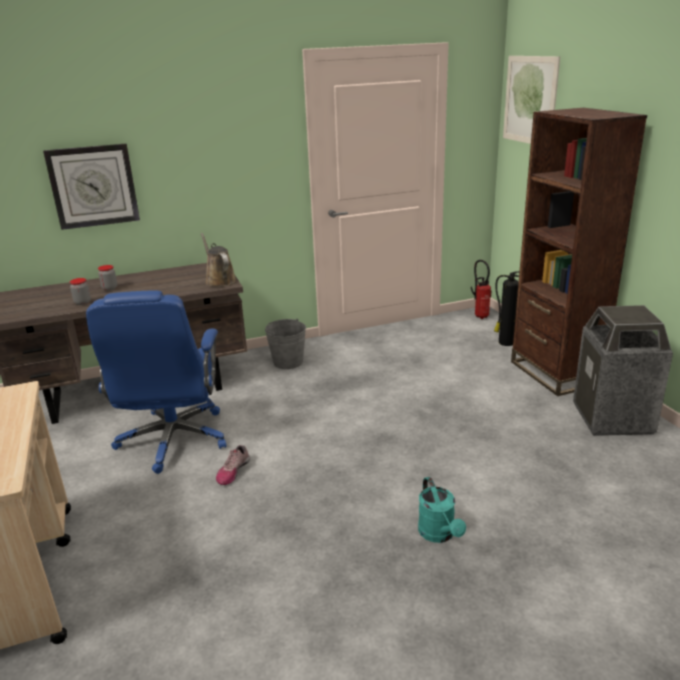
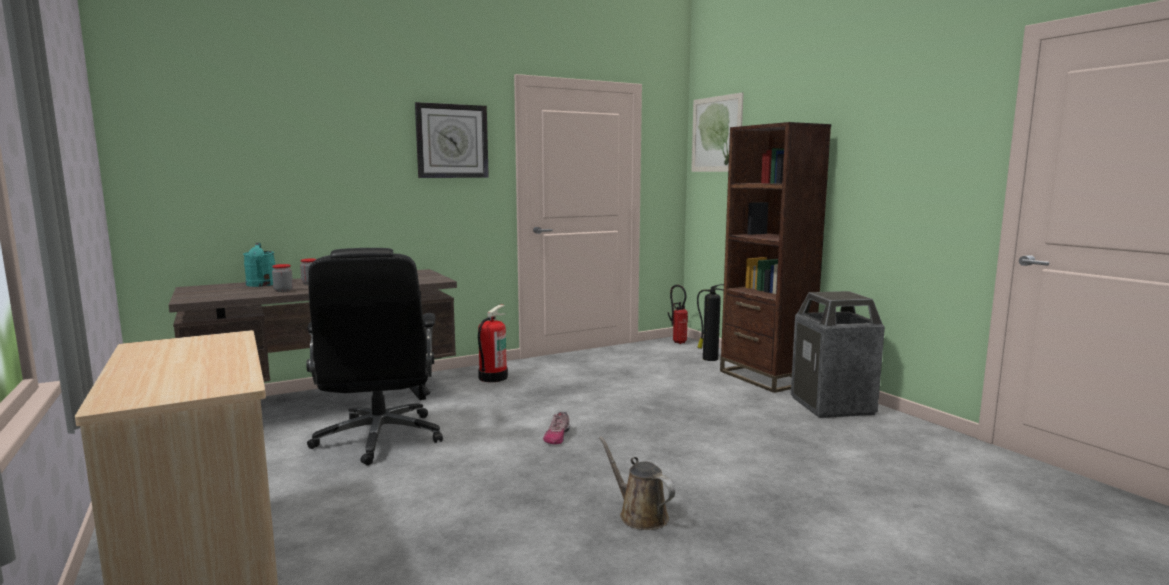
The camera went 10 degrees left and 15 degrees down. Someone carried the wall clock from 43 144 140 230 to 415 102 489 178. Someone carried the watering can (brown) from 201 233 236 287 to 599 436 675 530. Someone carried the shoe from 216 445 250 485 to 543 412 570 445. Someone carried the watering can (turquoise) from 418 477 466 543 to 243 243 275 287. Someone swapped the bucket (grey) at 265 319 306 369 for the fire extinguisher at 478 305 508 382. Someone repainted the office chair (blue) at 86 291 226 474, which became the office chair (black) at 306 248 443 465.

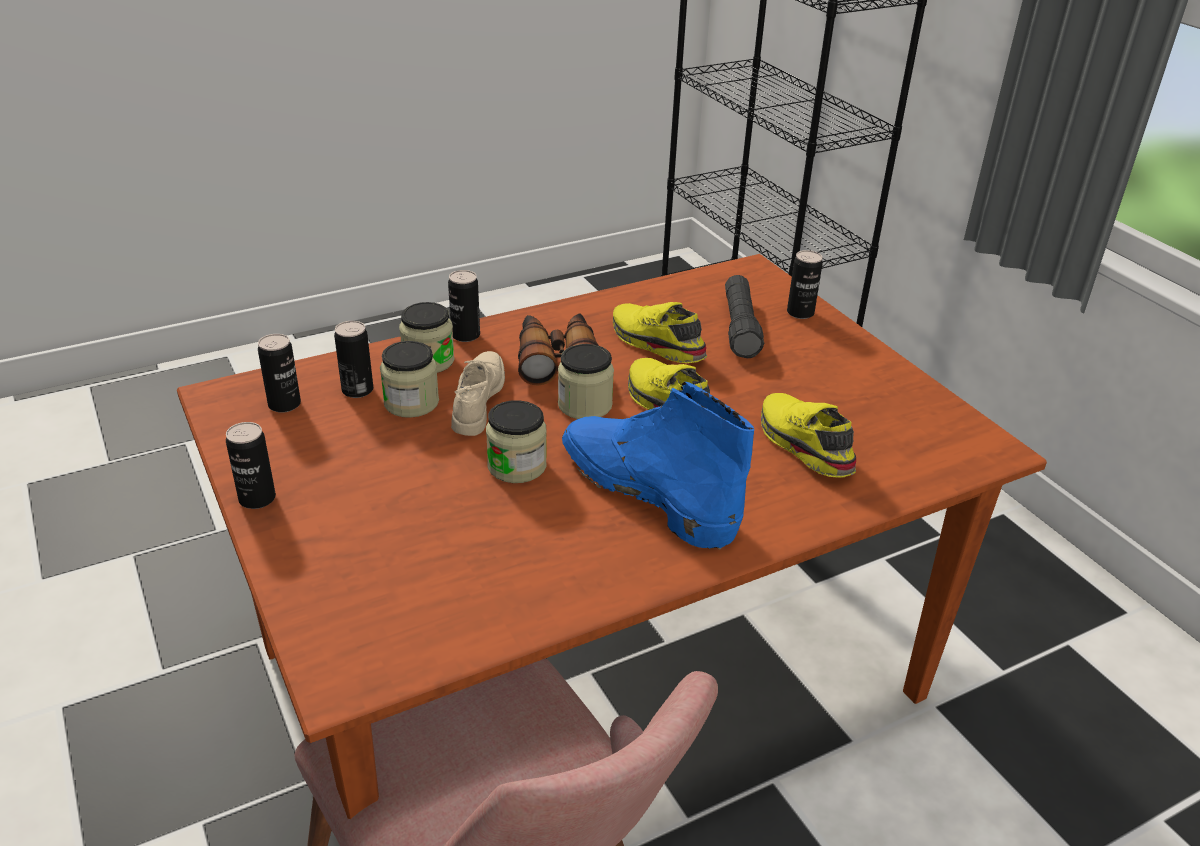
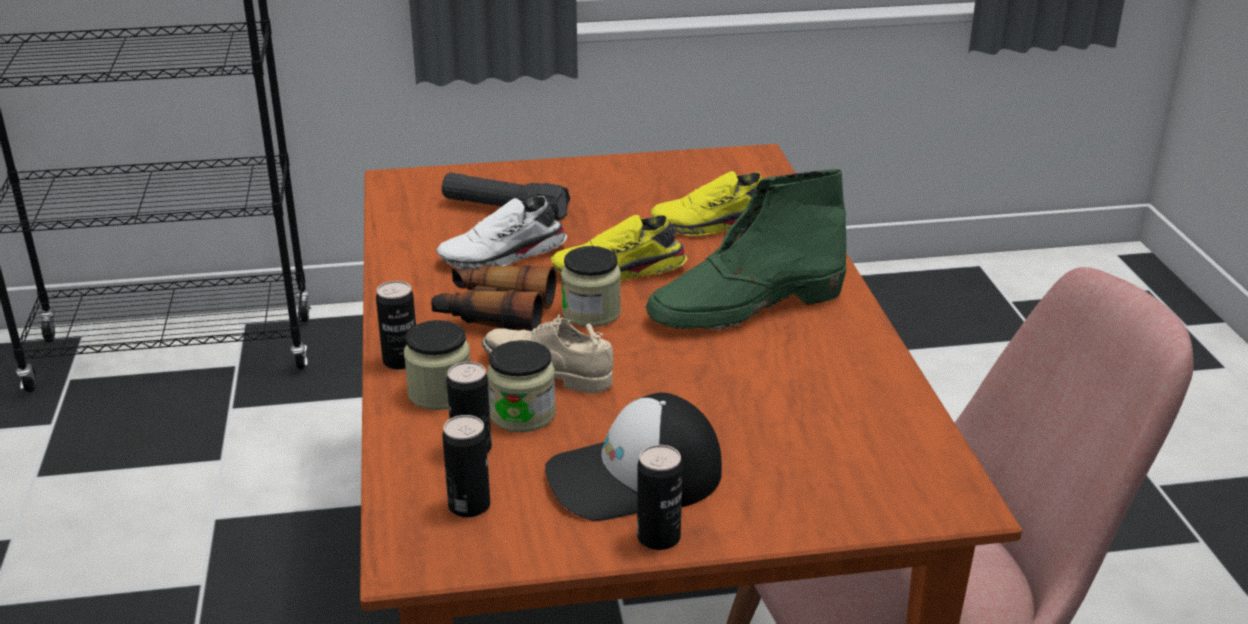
The camera went 70 degrees left and 5 degrees down. Someone took away the jar at 486 400 547 483. Someone took away the can at 787 250 823 319. Someone put down the cap at 545 393 722 521. Someone repainted the boot (blue) at 562 382 754 550, which became the boot (green) at 646 169 847 330. Someone repainted the shoe (yellow) at 613 302 707 363, which became the shoe (white) at 436 196 567 270.

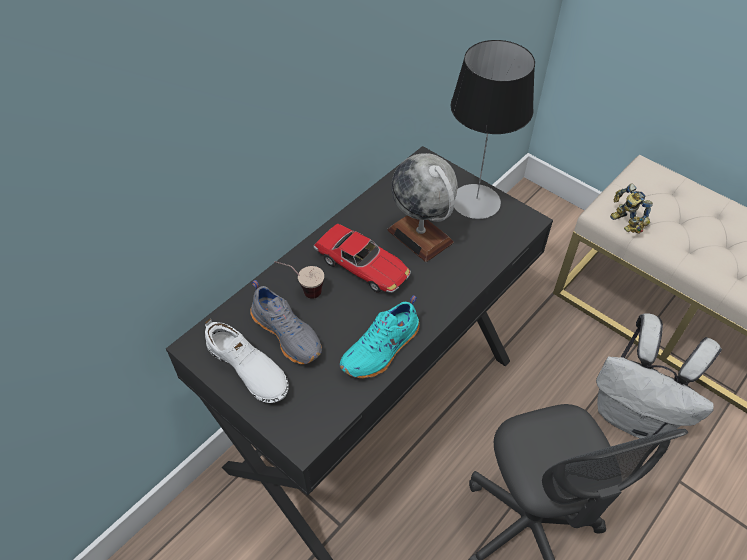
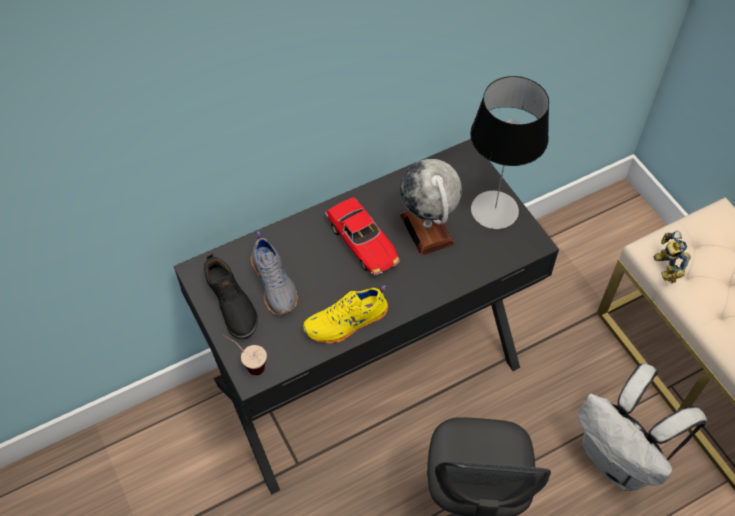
The camera went 20 degrees right and 5 degrees up. Someone carried the cup from 275 261 324 299 to 222 334 267 375. Someone repainted the shoe (white) at 205 319 289 403, which became the shoe (black) at 204 253 258 339. Someone repainted the shoe (turquoise) at 340 295 419 379, which became the shoe (yellow) at 303 285 388 344.

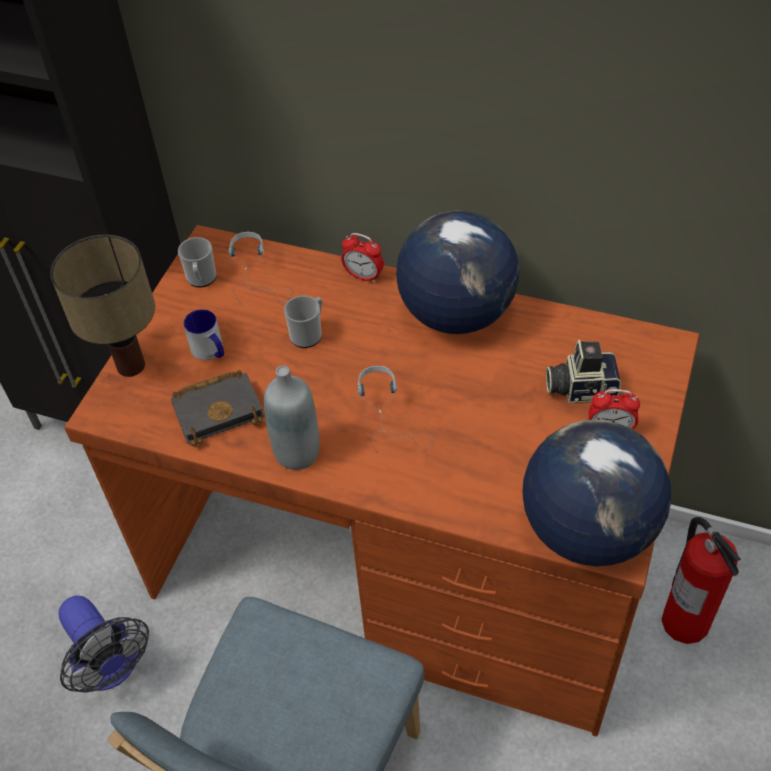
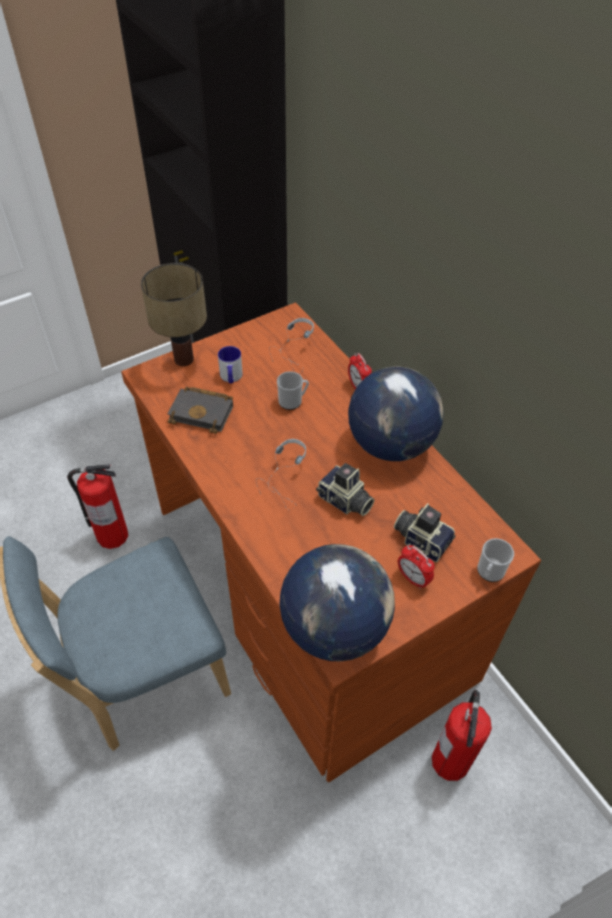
The camera went 35 degrees right and 0 degrees up. Someone took away the bottle (grey) at 264 365 319 470. Someone put down the photo camera at 316 463 375 516. Someone carried the mug from 178 237 217 288 to 477 538 514 582. Someone swapped the fan at 59 595 149 693 for the fire extinguisher at 67 464 128 549.

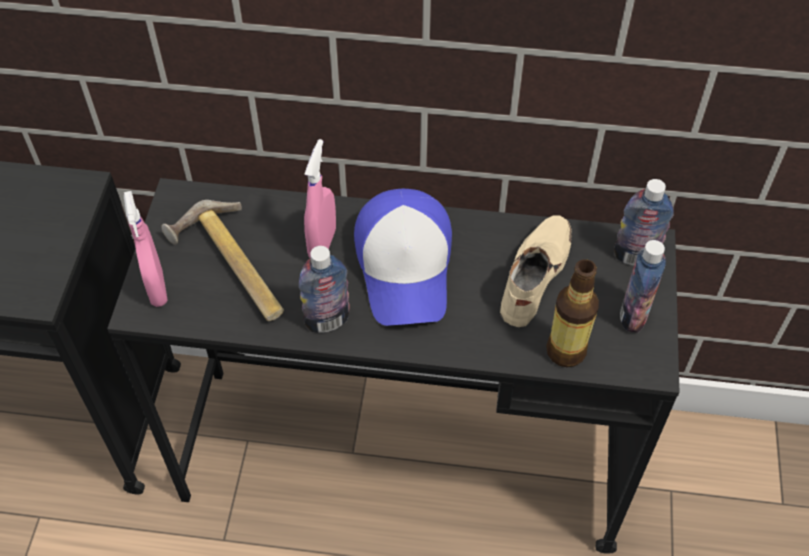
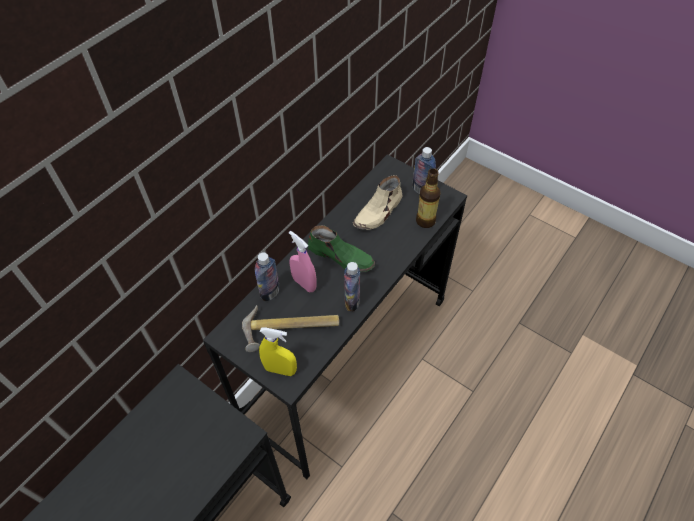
The camera went 60 degrees left and 0 degrees up. Someone carried the bottle from 614 179 674 266 to 255 252 280 302. Someone swapped the cap at 354 189 452 326 for the shoe (green) at 308 225 375 272. Someone repainted the spray bottle (pink) at 124 191 168 307, which became the spray bottle (yellow) at 259 327 297 376. Someone rotated the shoe (beige) at 500 216 572 327 by 105 degrees counterclockwise.

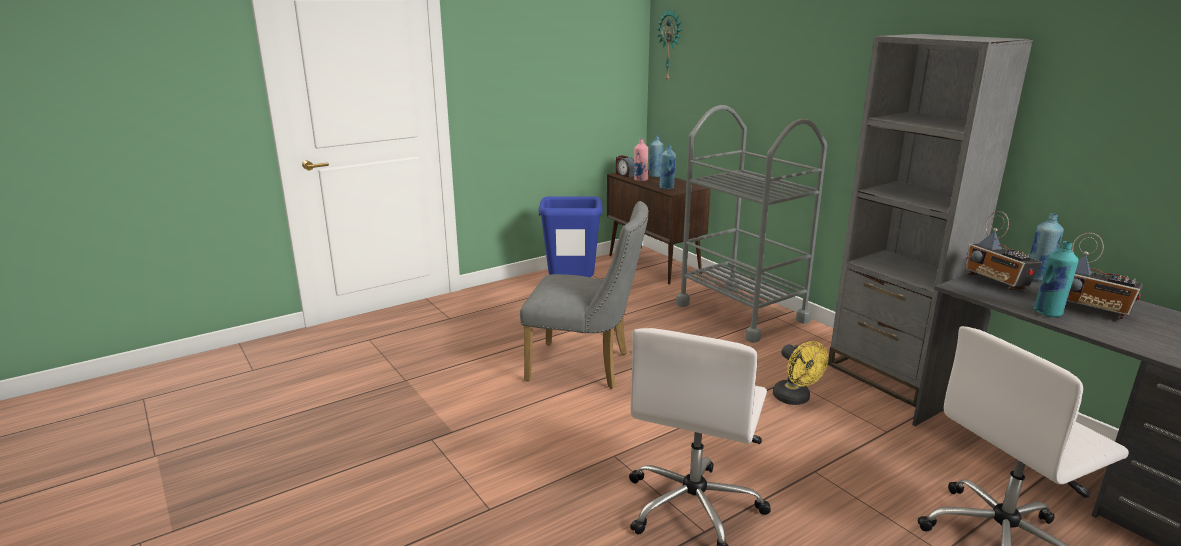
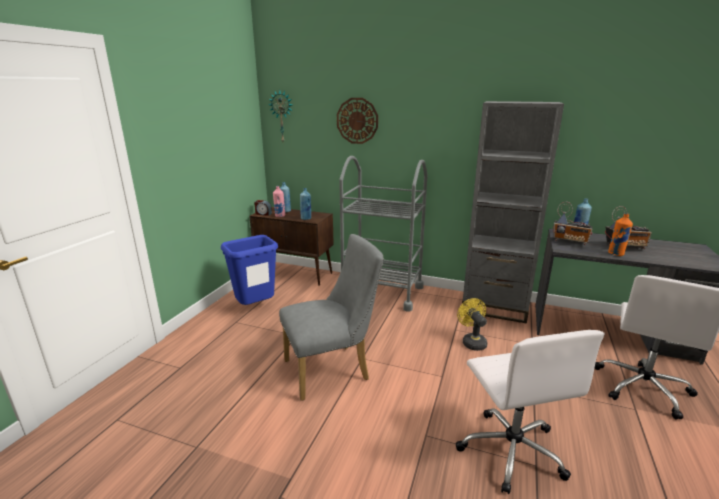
The camera went 35 degrees left and 0 degrees up. Someone put up the wall clock at 337 98 378 144. Someone repainted the bottle (turquoise) at 1033 241 1079 317, which became the bottle (orange) at 608 213 633 256. Someone rotated the fan (yellow) at 773 341 828 405 by 135 degrees counterclockwise.

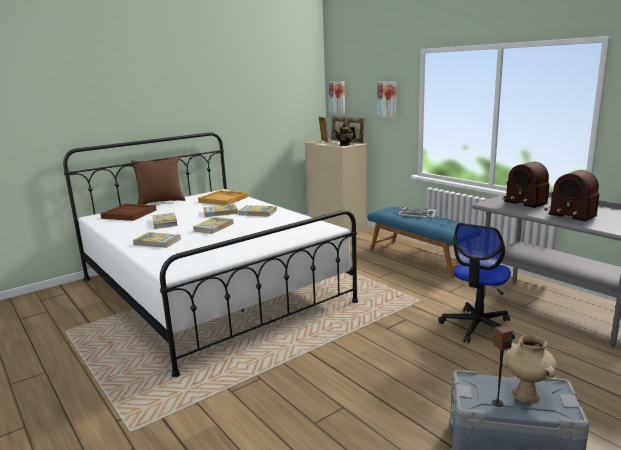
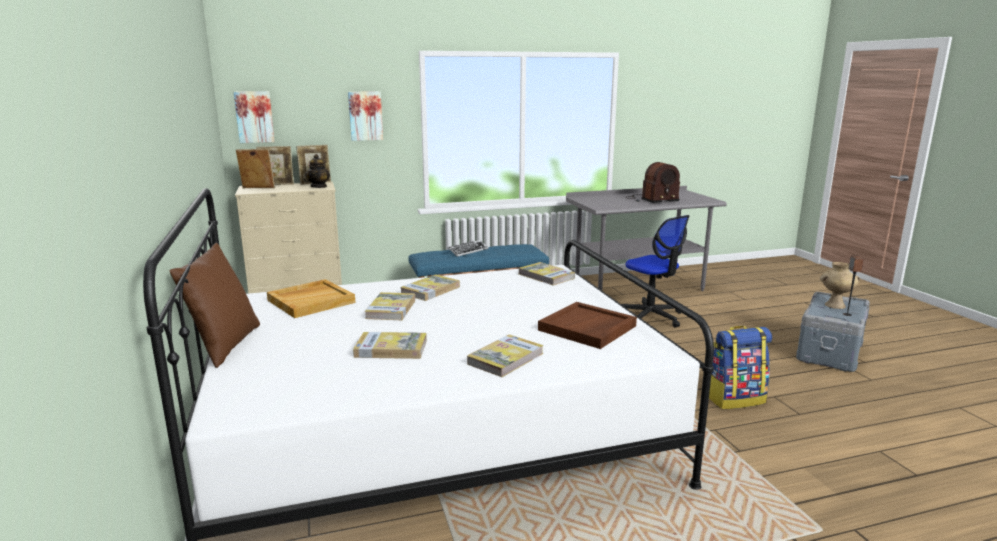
The camera went 70 degrees left and 0 degrees up. Someone took away the radio at 503 162 549 208. Someone put down the backpack at 709 326 772 409. Someone carried the tray (brown) from 101 204 157 221 to 538 302 637 349. Someone carried the book from 193 217 234 234 to 519 262 575 285.

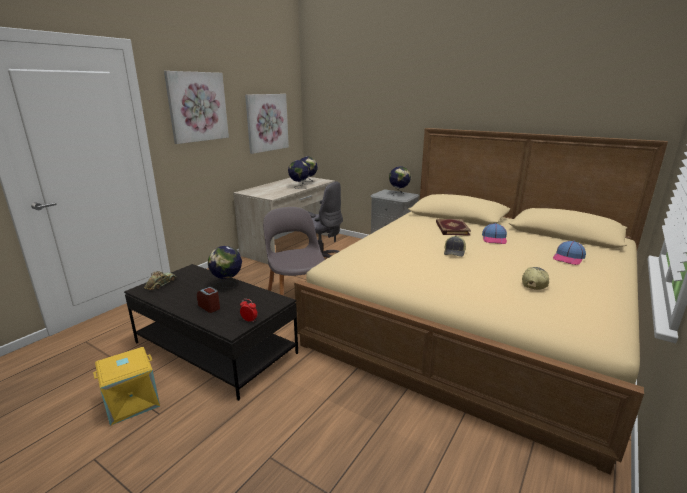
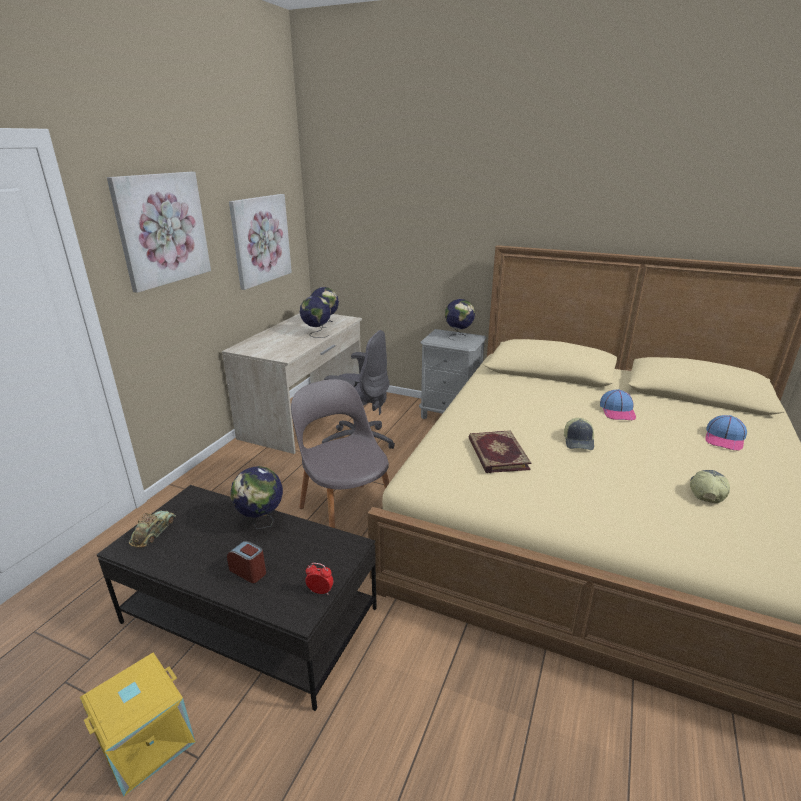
The camera went 10 degrees left and 5 degrees up. Someone carried the book from 436 219 471 236 to 469 430 531 473.

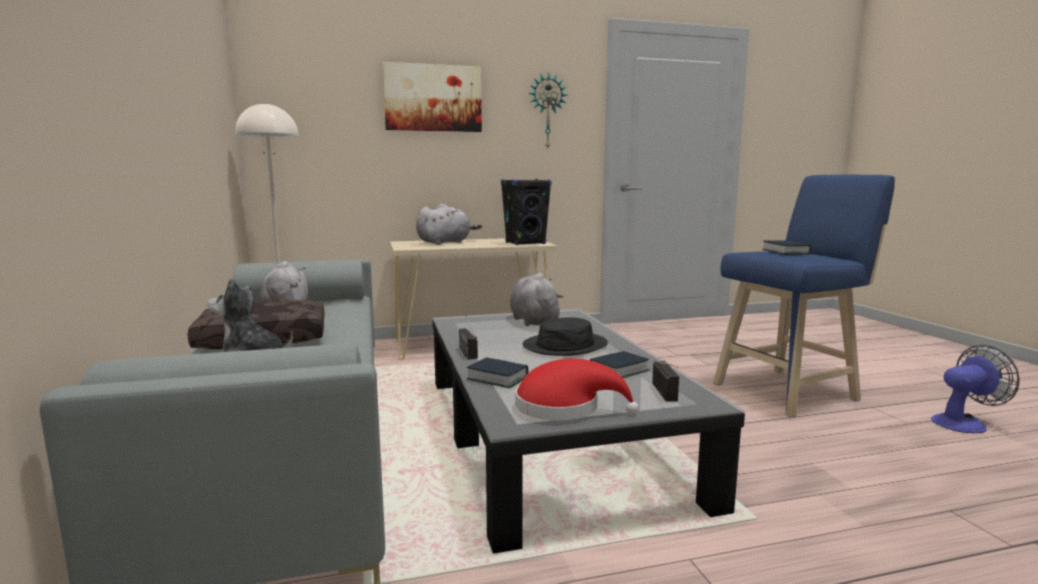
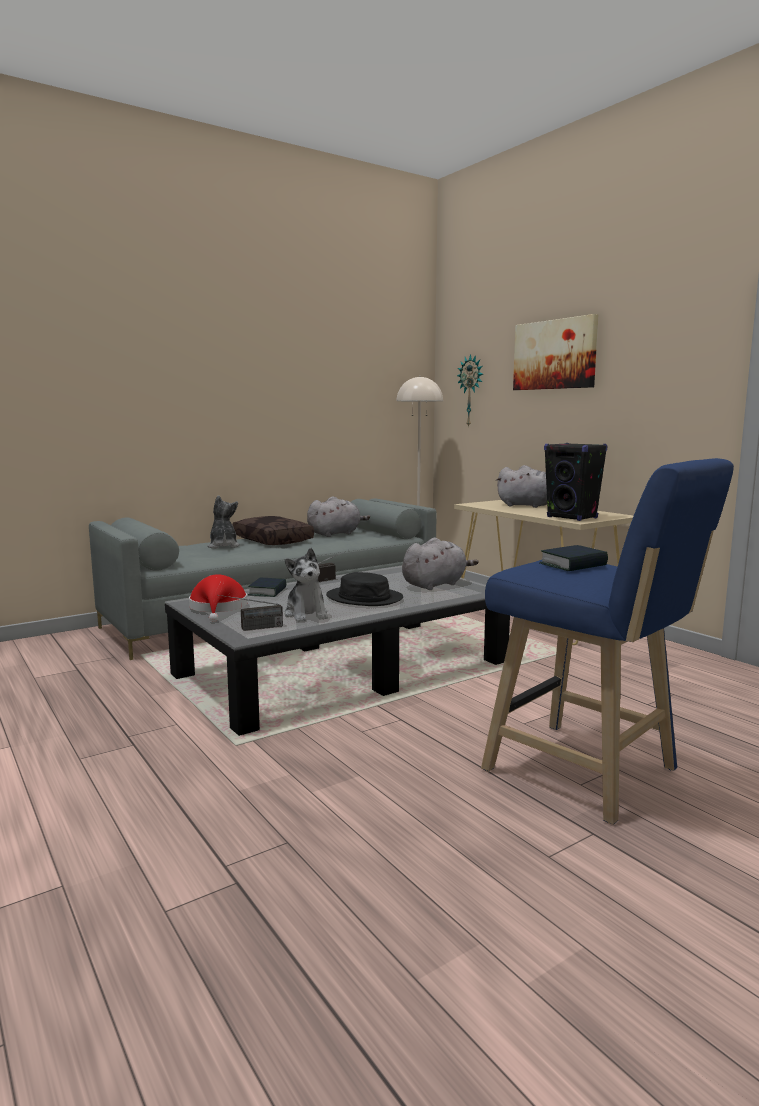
The camera went 70 degrees right and 0 degrees up. Someone took away the fan at 931 345 1020 433. Someone carried the wall clock from 529 73 567 148 to 457 354 483 428. Someone swapped the book at 590 351 650 378 for the plush toy at 284 548 328 622.

